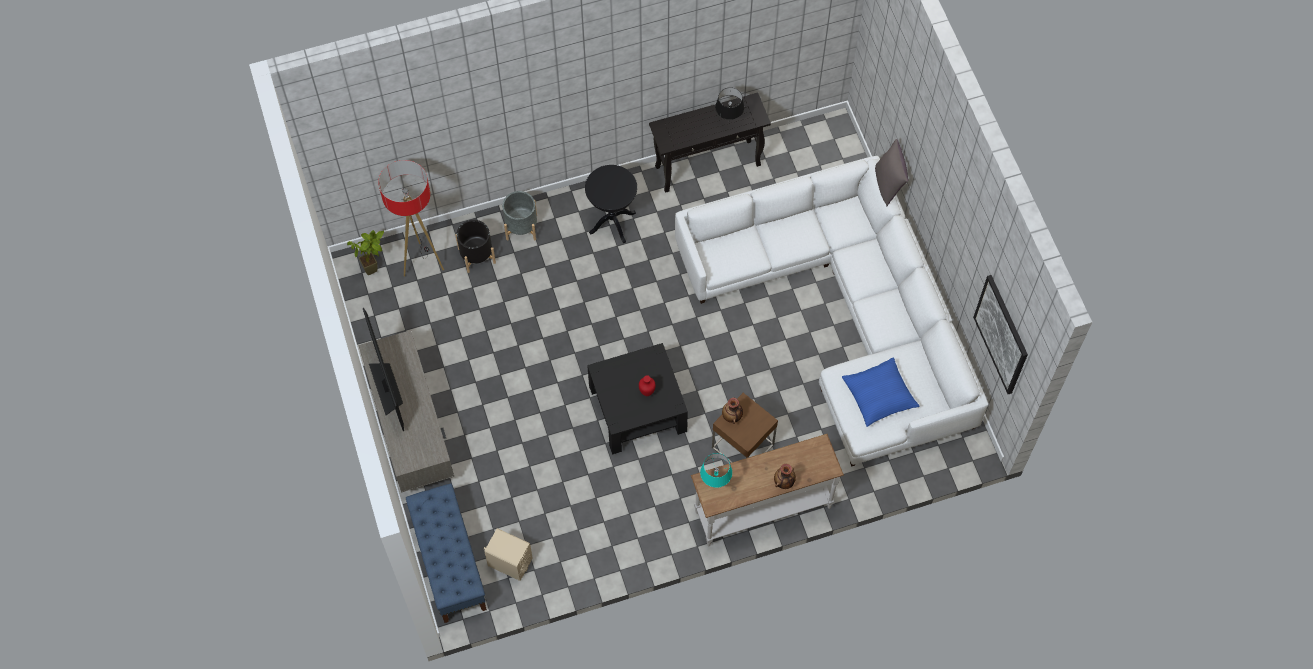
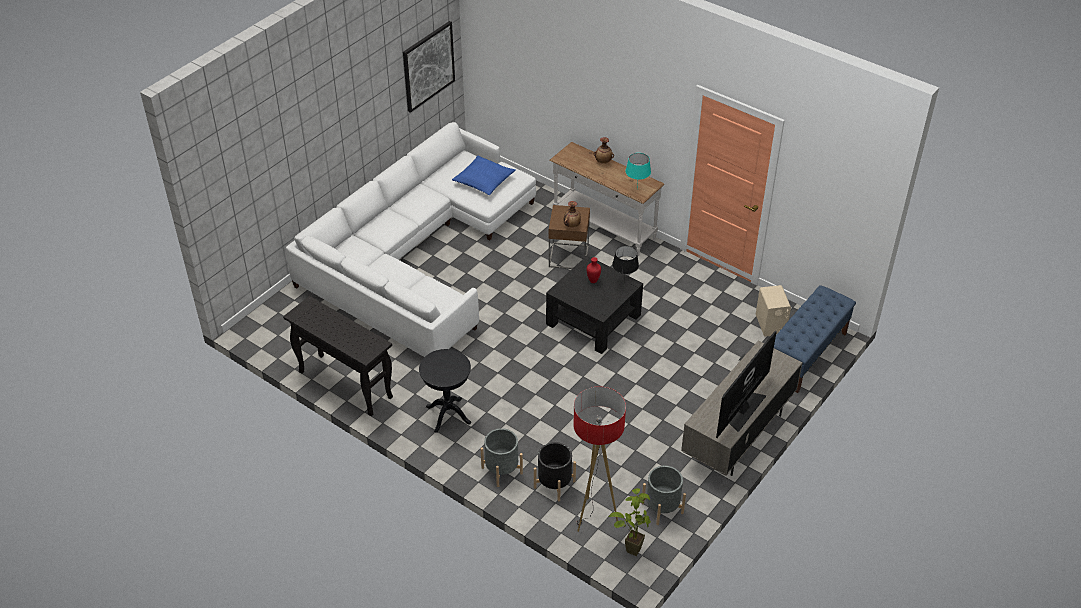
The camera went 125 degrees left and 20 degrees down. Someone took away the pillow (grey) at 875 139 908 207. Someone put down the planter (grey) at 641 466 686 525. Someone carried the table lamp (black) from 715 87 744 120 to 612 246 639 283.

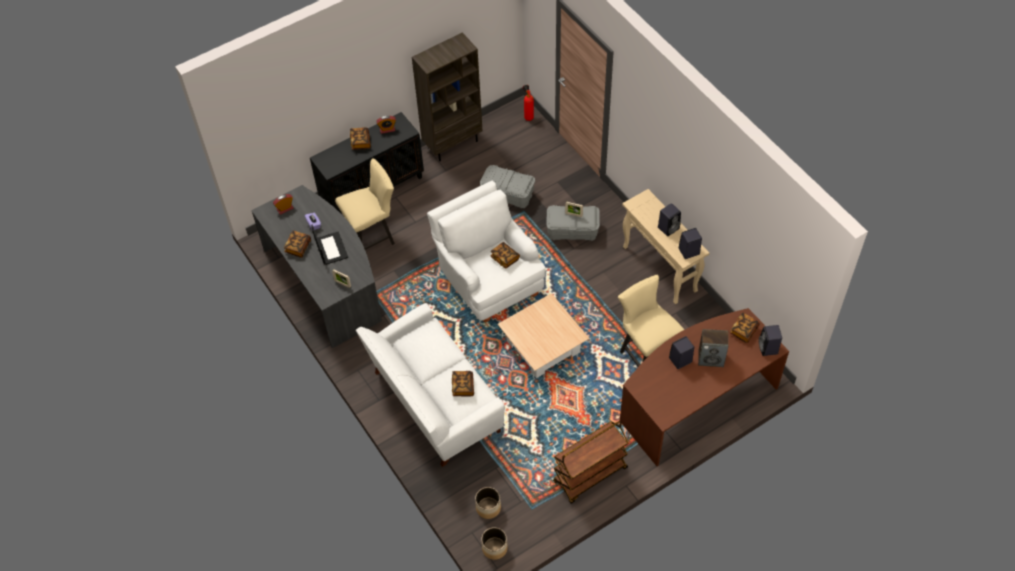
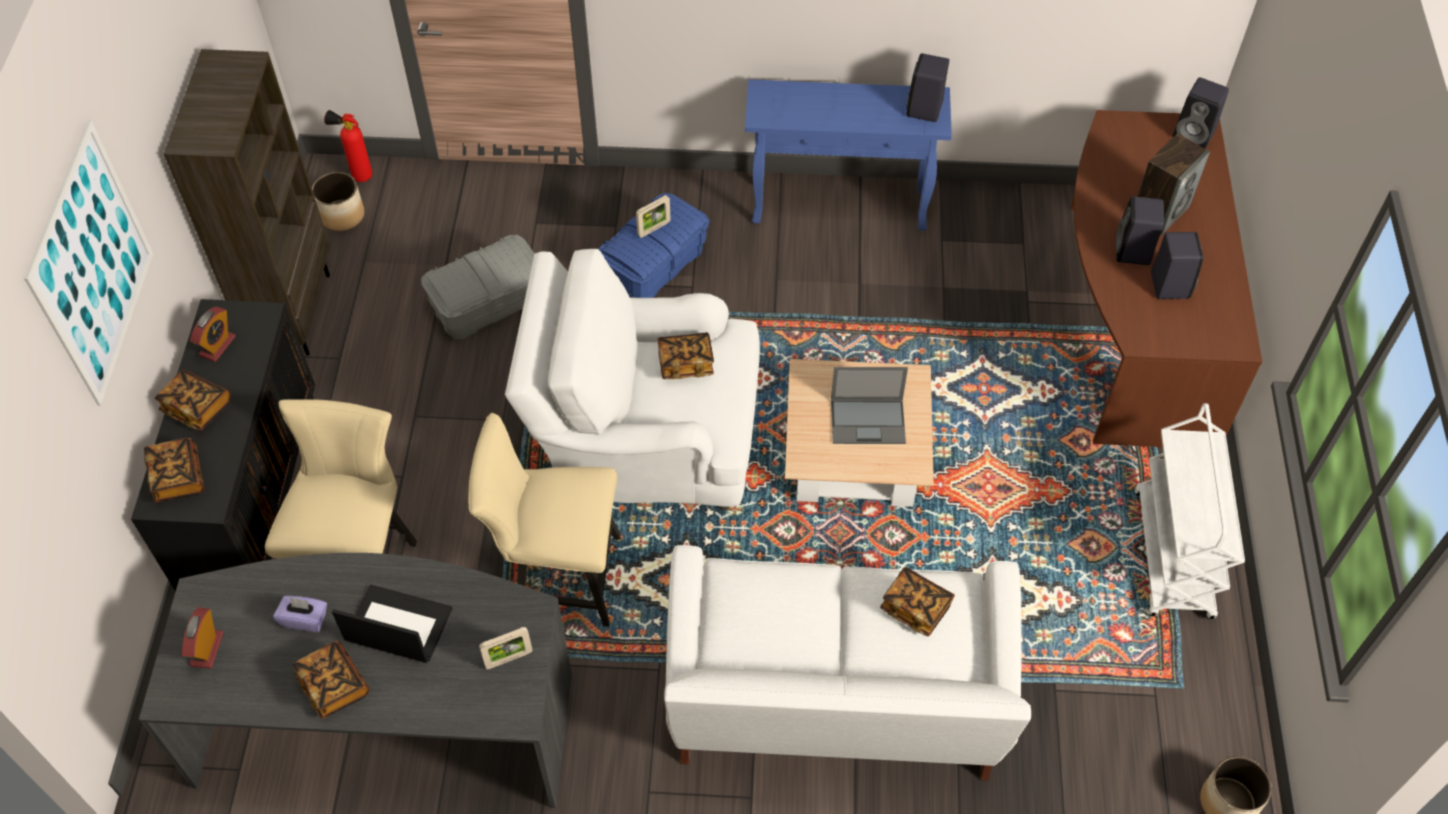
The camera went 55 degrees left and 0 degrees up. Someone put up the picture at 24 120 153 406. Someone put down the laptop at 831 367 908 444. Someone carried the planter from 475 487 501 519 to 312 172 364 231. Someone carried the chair (beige) from 618 275 684 367 to 468 413 621 627. Someone carried the speaker (black) from 658 203 681 236 to 1151 232 1203 299. Someone carried the book from 730 312 760 343 to 144 438 205 502. Someone repainted the storage box (grey) at 546 205 600 241, which became the storage box (blue) at 598 193 709 298. Someone repainted the cart (brown) at 553 421 629 504, which became the cart (white) at 1135 403 1245 619. Someone repainted the console table (beige) at 622 189 709 304, which became the console table (blue) at 745 79 952 231.

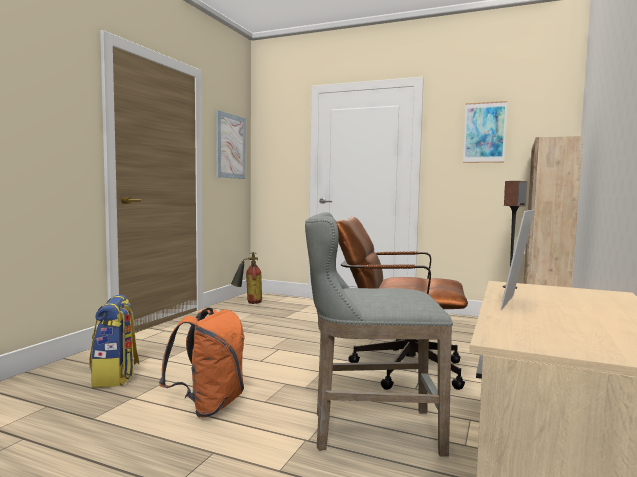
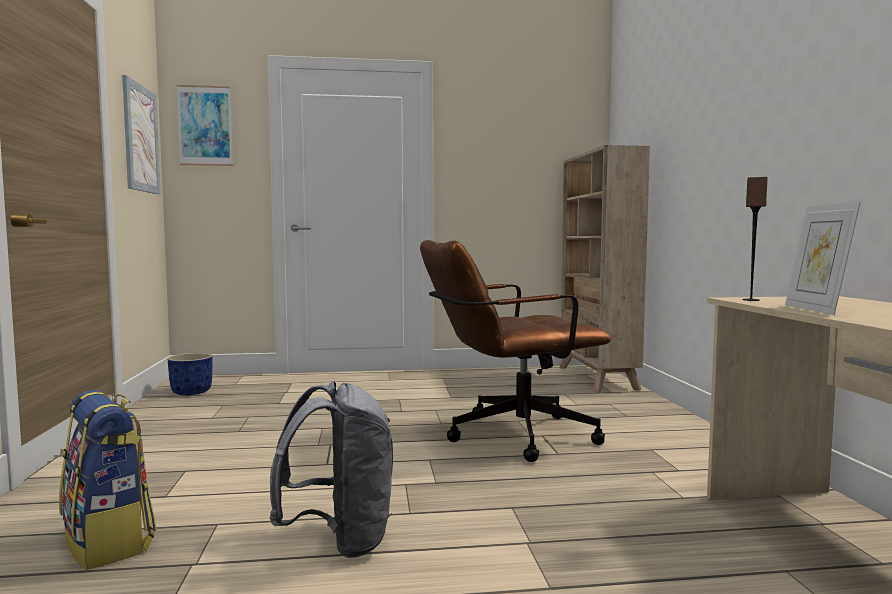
The camera went 30 degrees left and 0 degrees up. Someone took away the stool (grey) at 305 212 453 457. Someone carried the picture from 463 101 507 163 to 177 85 233 166. Someone swapped the fire extinguisher at 231 252 262 304 for the planter (blue) at 168 353 212 395. Someone repainted the backpack (orange) at 159 308 245 418, which became the backpack (grey) at 269 381 393 558.

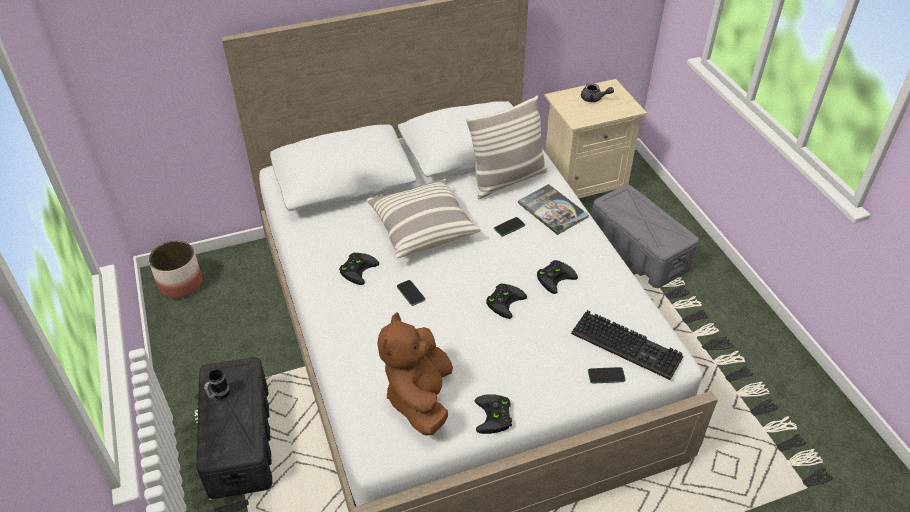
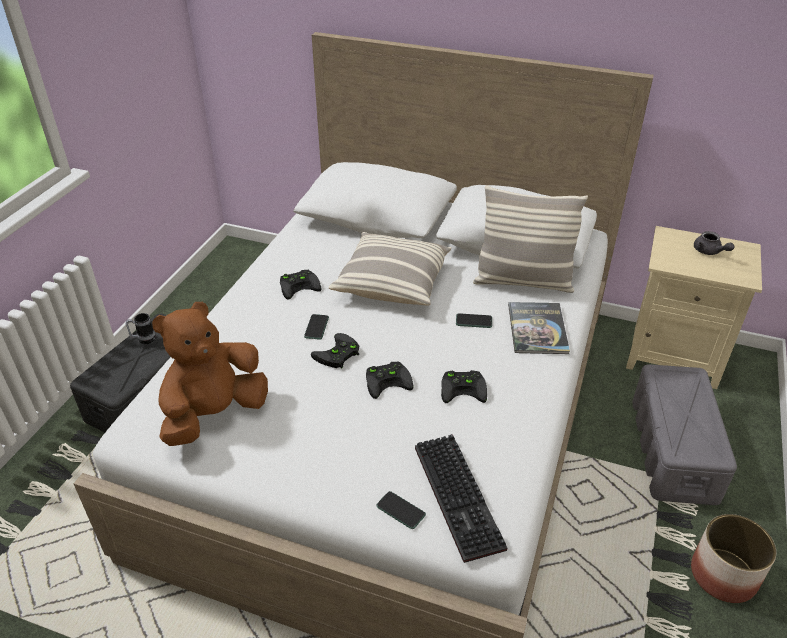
The camera went 40 degrees right and 5 degrees down. Someone carried the planter from 149 241 203 298 to 691 514 776 603. Someone carried the game controller (black) from 475 394 512 434 to 311 333 359 368.

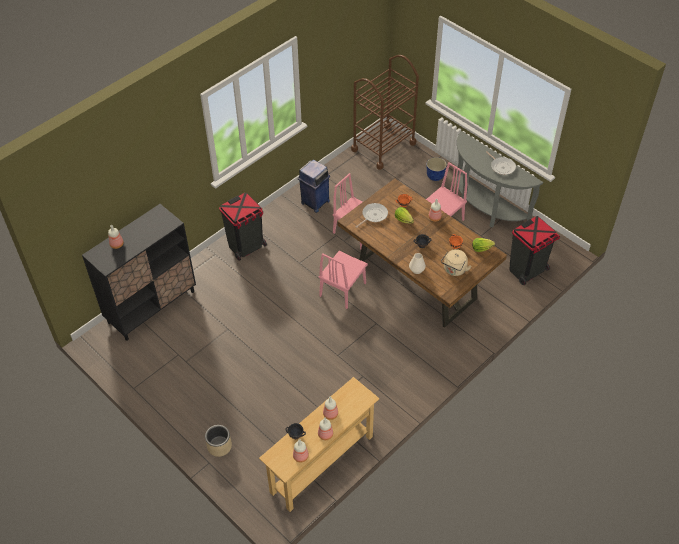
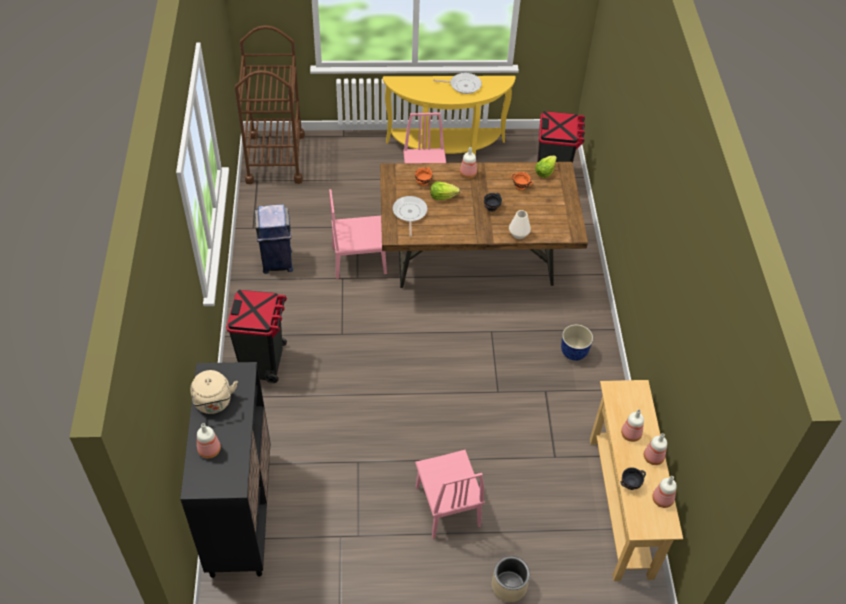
The camera went 50 degrees left and 0 degrees up. Someone carried the chair (pink) from 319 251 368 309 to 415 450 485 539. Someone carried the planter from 427 157 447 181 to 561 324 593 361. Someone carried the kettle (beige) from 441 249 471 276 to 190 370 238 414. Someone repainted the console table (grey) at 457 131 543 228, which became the console table (yellow) at 383 76 516 156.

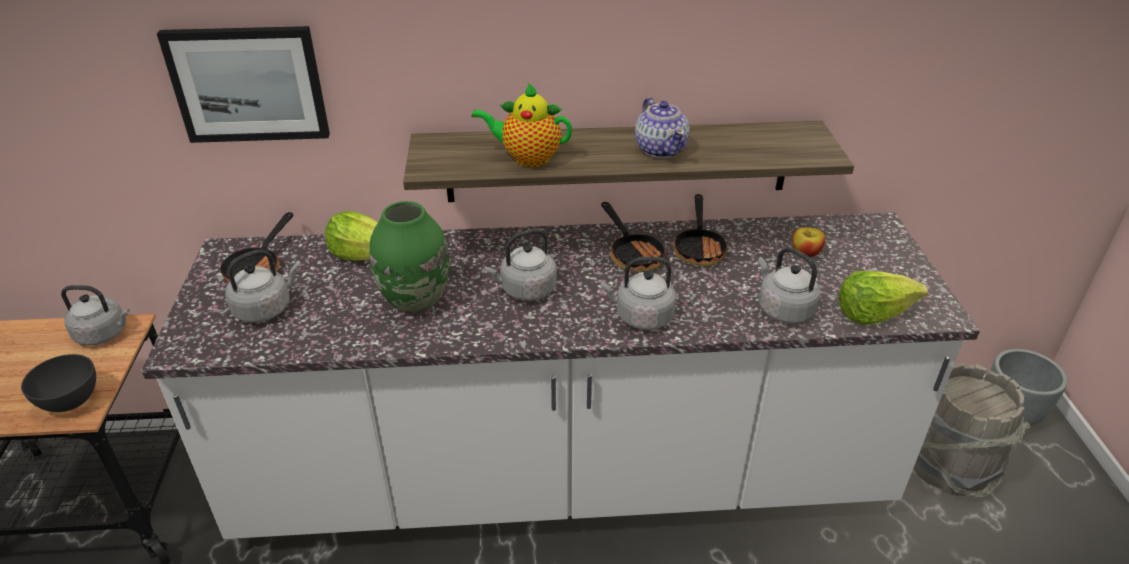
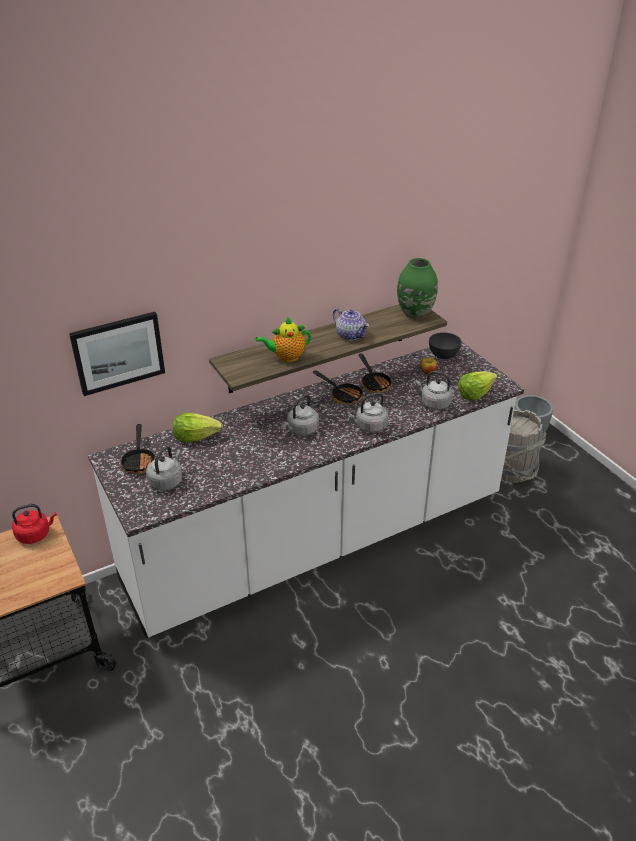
The camera went 25 degrees left and 0 degrees up. Someone carried the bowl (grey) from 21 354 96 412 to 429 332 462 359. Someone carried the vase (green) from 369 201 450 314 to 397 258 438 318. Someone repainted the kettle (grey) at 61 285 130 345, which became the kettle (red) at 12 504 57 544.

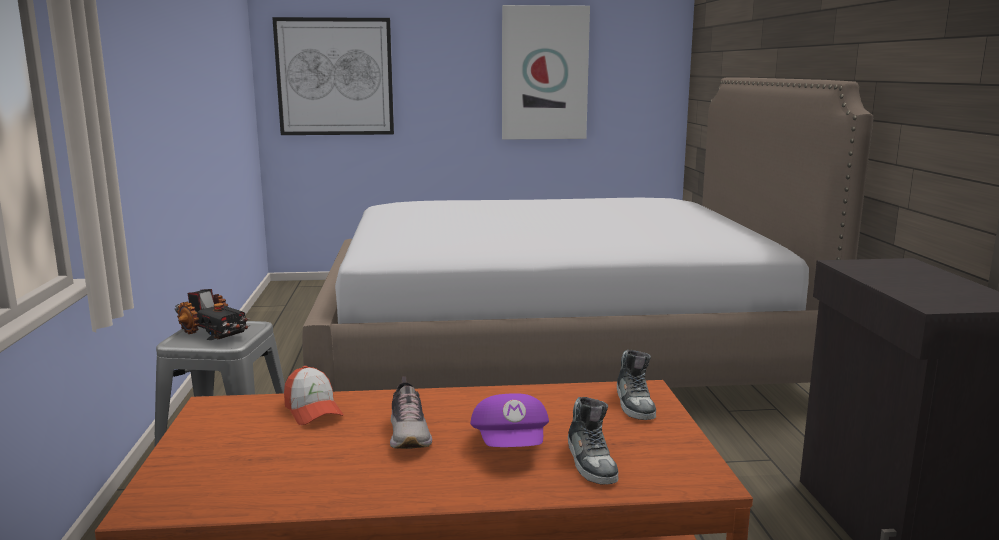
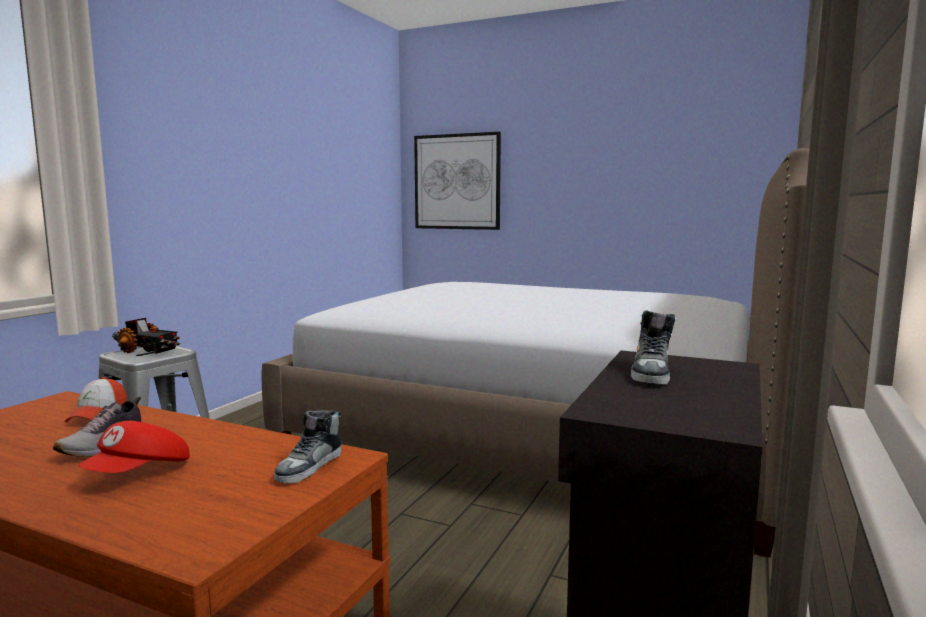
The camera went 30 degrees right and 5 degrees down. Someone took away the picture at 502 5 590 140. Someone carried the shoe from 568 397 618 485 to 631 310 676 384. Someone repainted the cap (purple) at 470 393 549 447, which became the cap (red) at 78 421 190 473. Someone rotated the toy truck at 175 289 251 339 by 45 degrees counterclockwise.

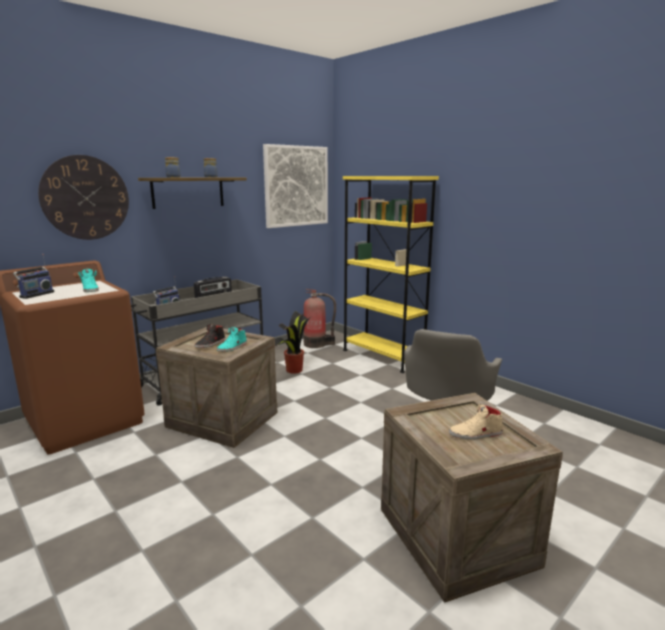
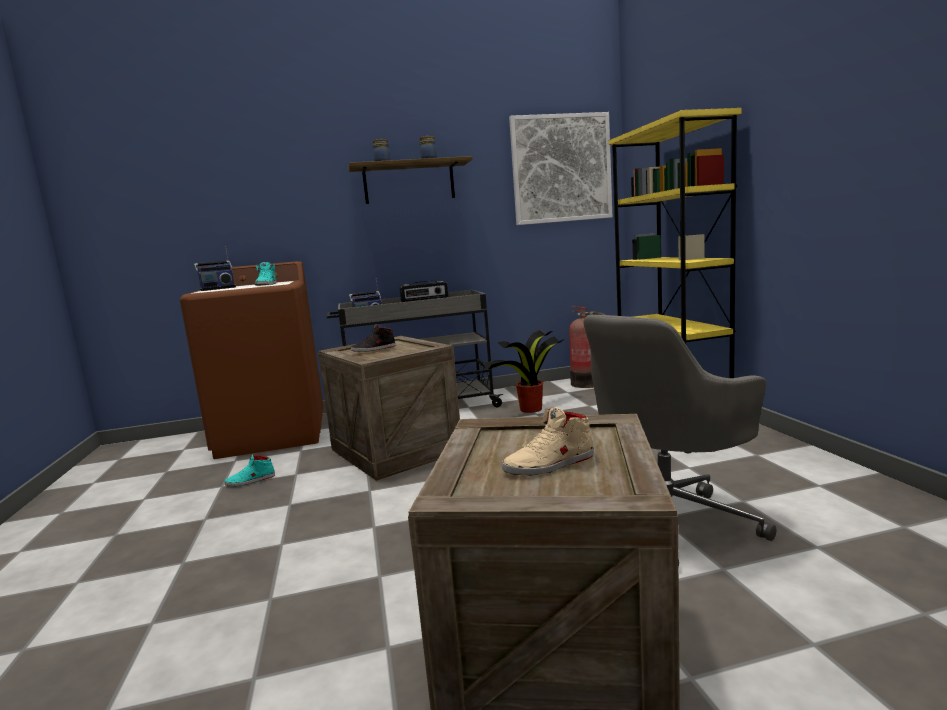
The camera went 30 degrees right and 5 degrees down. Someone took away the wall clock at 38 155 129 240. Someone carried the shoe (turquoise) from 217 327 247 352 to 224 455 275 486. Someone rotated the shoe (beige) at 449 404 503 440 by 45 degrees counterclockwise.

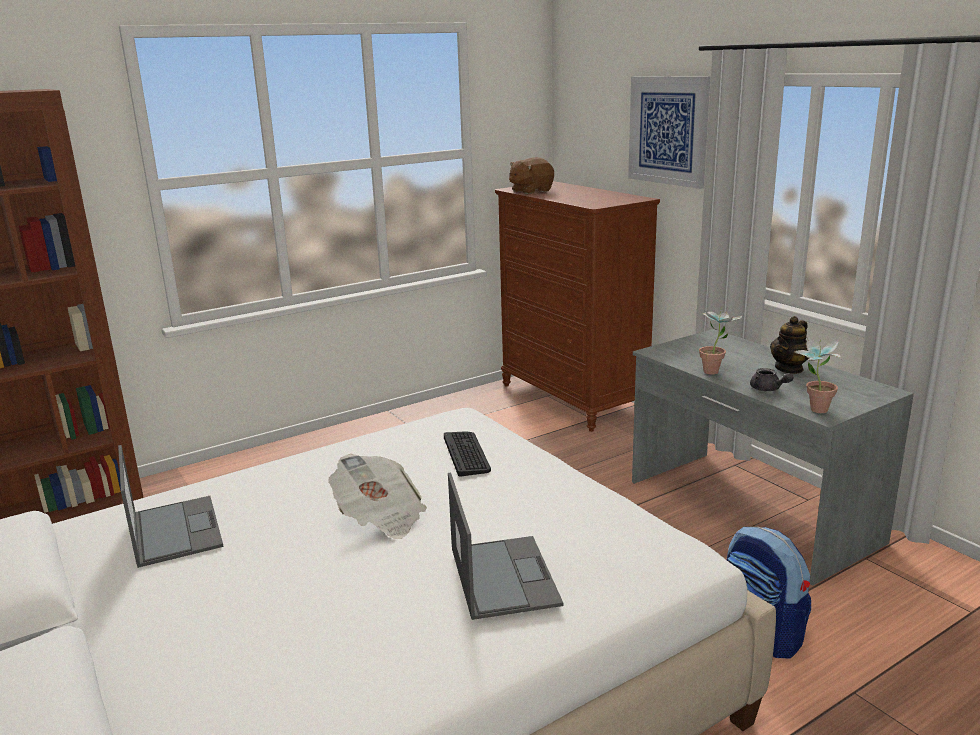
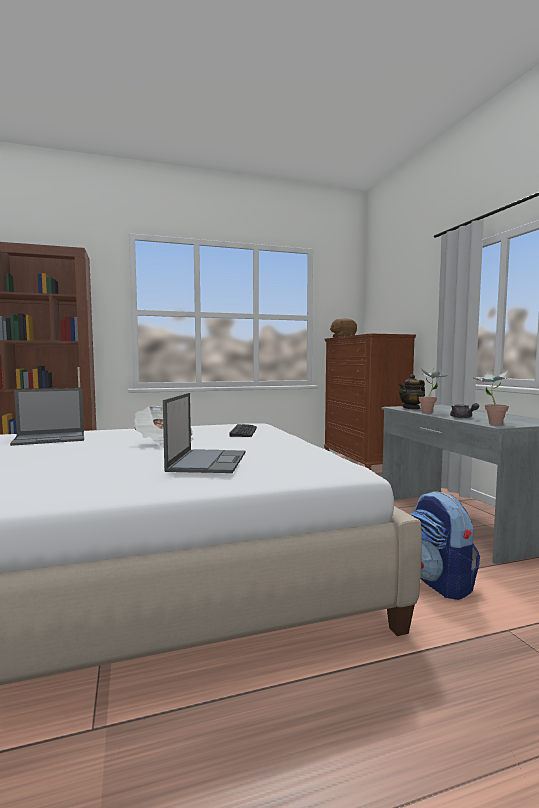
The camera went 15 degrees right and 15 degrees down. Someone took away the picture at 628 77 710 189. Someone carried the teapot from 770 316 809 374 to 399 374 425 409. Someone rotated the laptop at 118 445 223 568 by 75 degrees clockwise.

